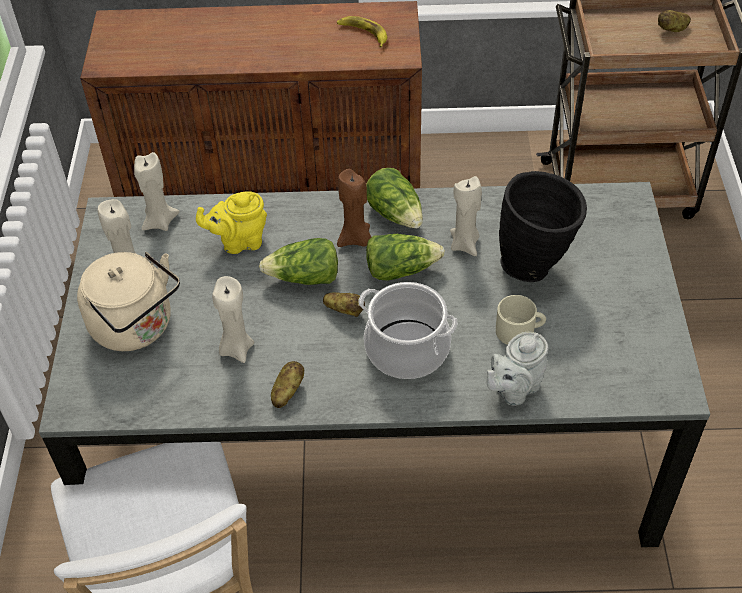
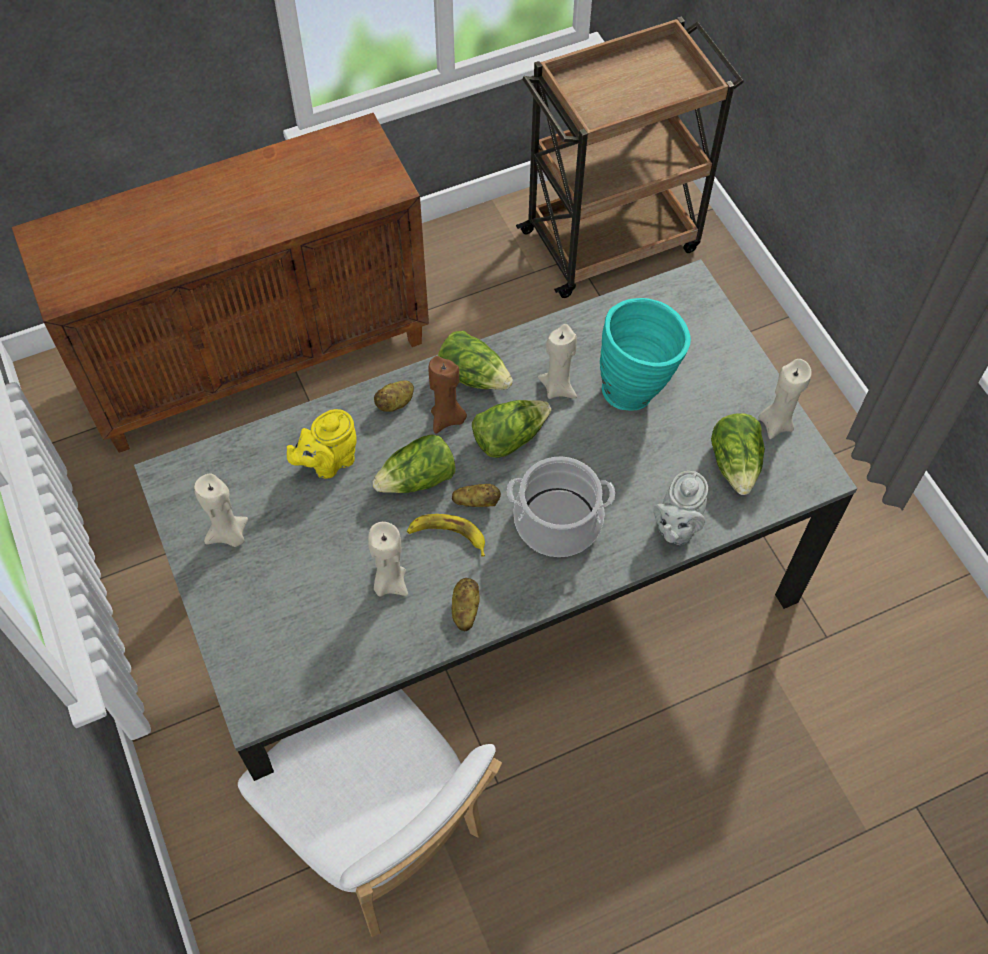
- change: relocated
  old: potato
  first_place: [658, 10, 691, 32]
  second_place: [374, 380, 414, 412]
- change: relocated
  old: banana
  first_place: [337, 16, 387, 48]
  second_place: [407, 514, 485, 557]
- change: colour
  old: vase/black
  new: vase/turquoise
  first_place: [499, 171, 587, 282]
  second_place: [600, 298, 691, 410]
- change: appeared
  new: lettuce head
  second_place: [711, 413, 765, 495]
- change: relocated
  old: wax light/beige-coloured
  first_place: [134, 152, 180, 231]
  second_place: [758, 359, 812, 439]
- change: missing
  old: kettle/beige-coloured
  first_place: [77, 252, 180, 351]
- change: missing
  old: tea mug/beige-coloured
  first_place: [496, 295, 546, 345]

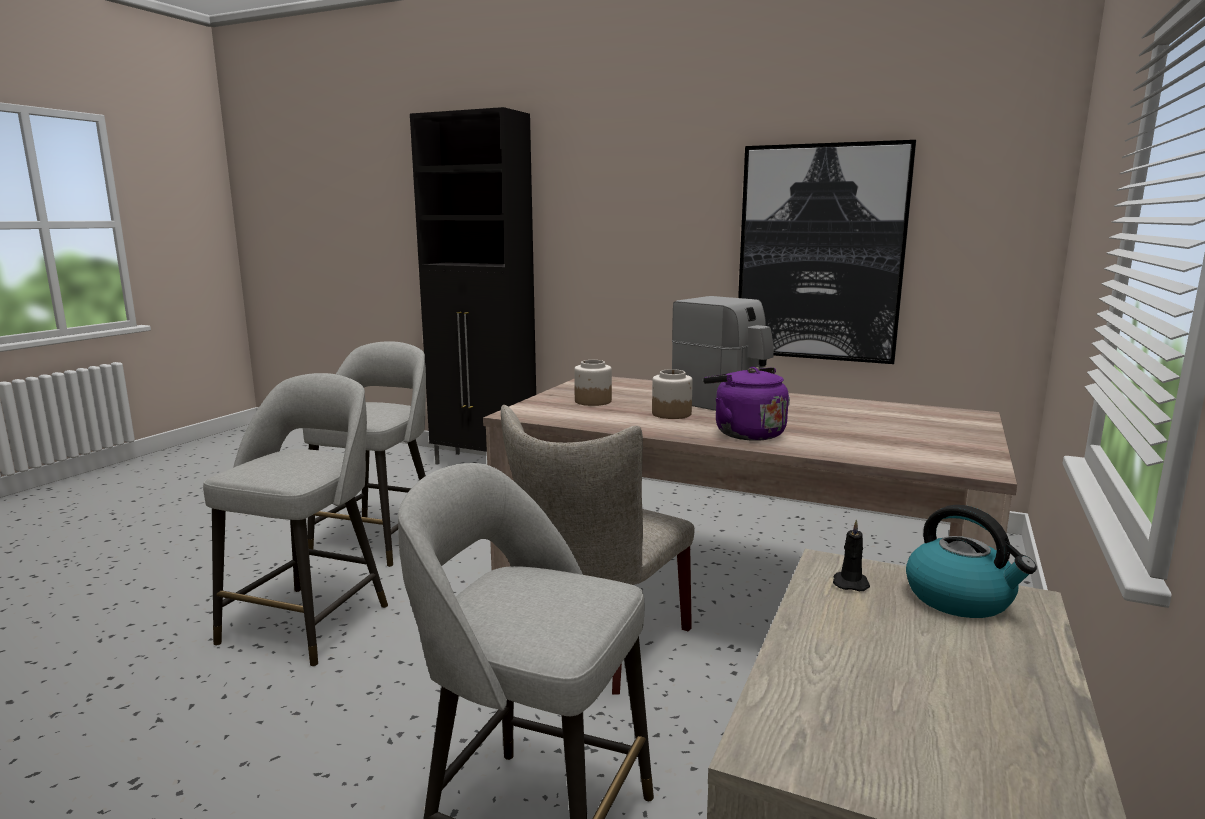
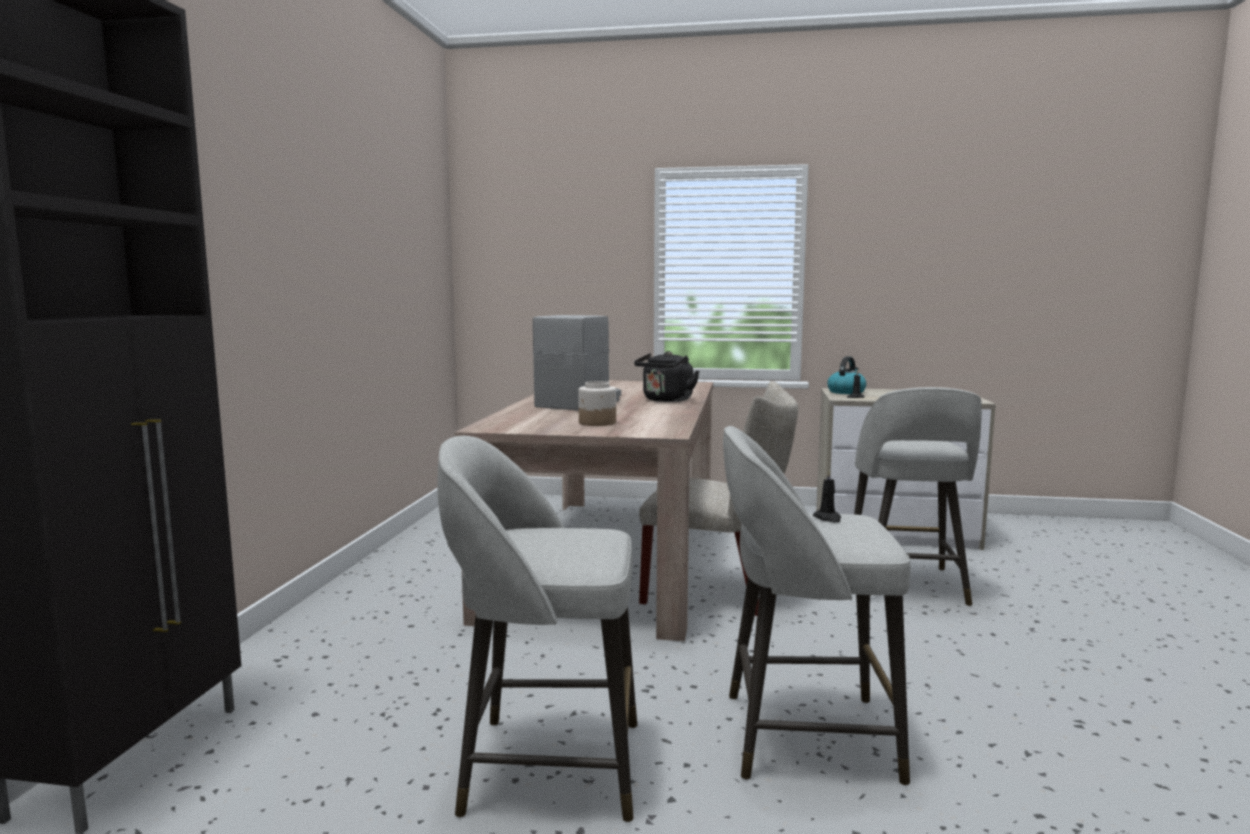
- change: colour
  old: kettle/purplish
  new: kettle/black
  first_place: [703, 367, 789, 441]
  second_place: [634, 351, 700, 402]
- change: appeared
  new: wax light/black
  second_place: [813, 469, 841, 522]
- change: missing
  old: preserve jar
  first_place: [652, 369, 693, 419]
- change: missing
  old: wall picture
  first_place: [738, 140, 916, 364]

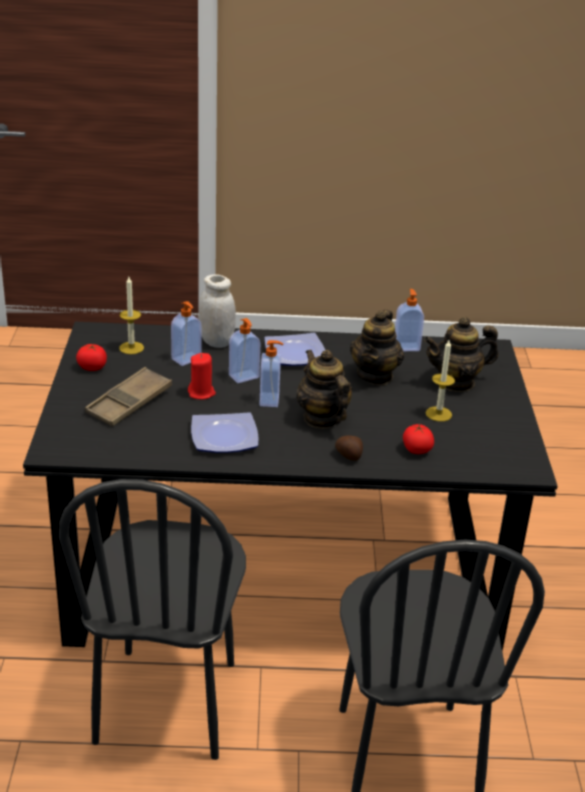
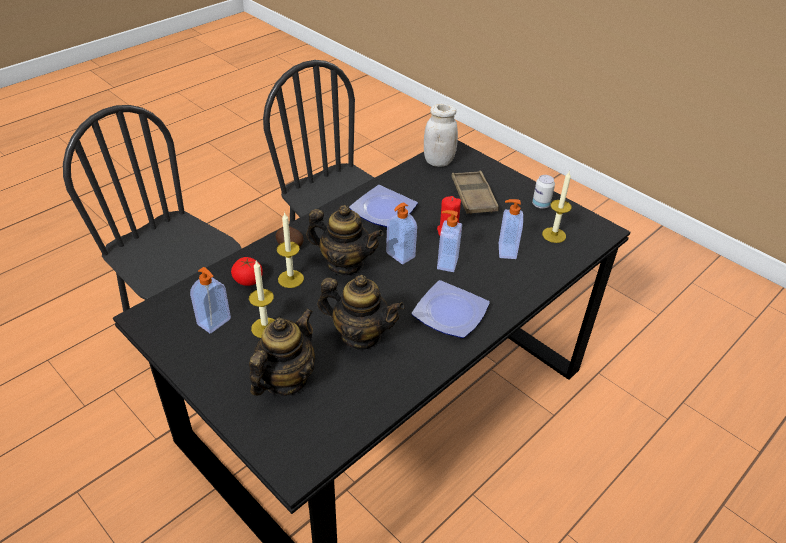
- change: relocated
  old: soap dispenser
  first_place: [395, 289, 424, 351]
  second_place: [190, 267, 231, 333]
- change: appeared
  new: wax light
  second_place: [277, 213, 304, 288]
- change: spun
  old: teapot
  first_place: [350, 309, 404, 385]
  second_place: [317, 275, 405, 350]
  degrees: 135
- change: relocated
  old: preserve jar/white-coloured
  first_place: [199, 274, 236, 348]
  second_place: [424, 104, 458, 167]
- change: exchanged
  old: tomato
  new: metal can
  first_place: [76, 344, 107, 371]
  second_place: [532, 175, 555, 209]

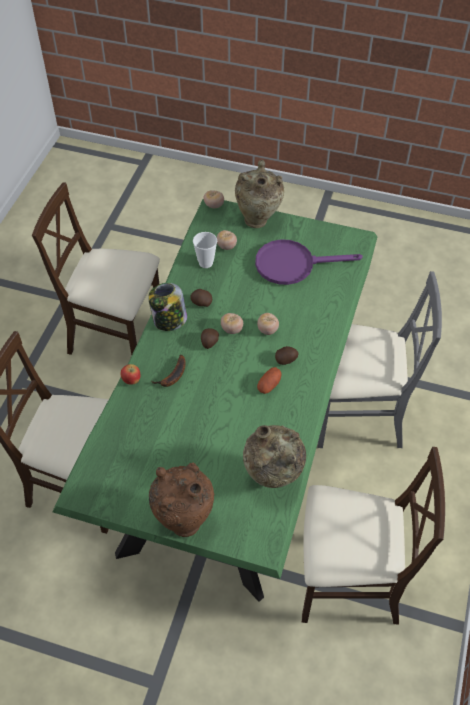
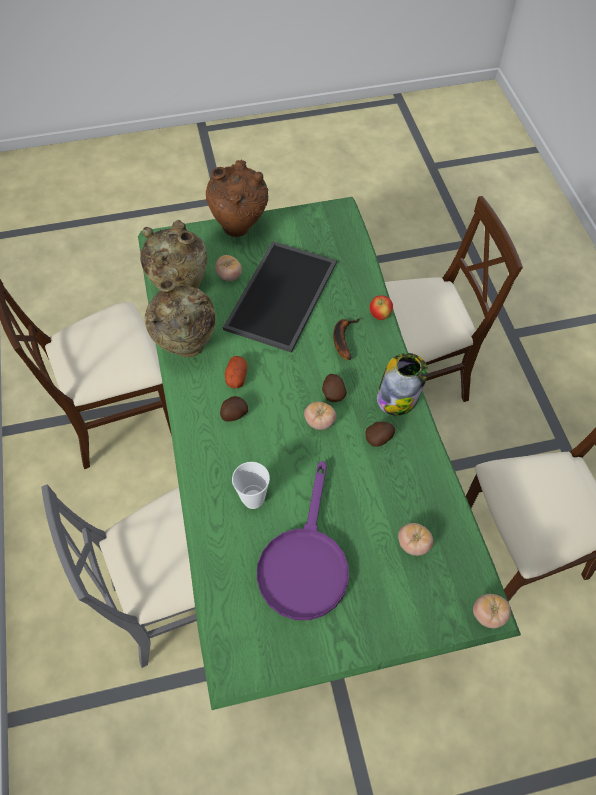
- change: relocated
  old: vase/beige-coloured
  first_place: [235, 160, 284, 228]
  second_place: [145, 279, 216, 357]
- change: relocated
  old: tomato
  first_place: [257, 313, 279, 335]
  second_place: [215, 255, 242, 281]
- change: appeared
  new: serving tray
  second_place: [223, 241, 337, 353]
- change: relocated
  old: drinking cup
  first_place: [193, 232, 217, 268]
  second_place: [232, 462, 270, 509]
- change: spun
  old: skillet/purplish
  first_place: [255, 239, 363, 285]
  second_place: [257, 461, 349, 620]
  degrees: 135

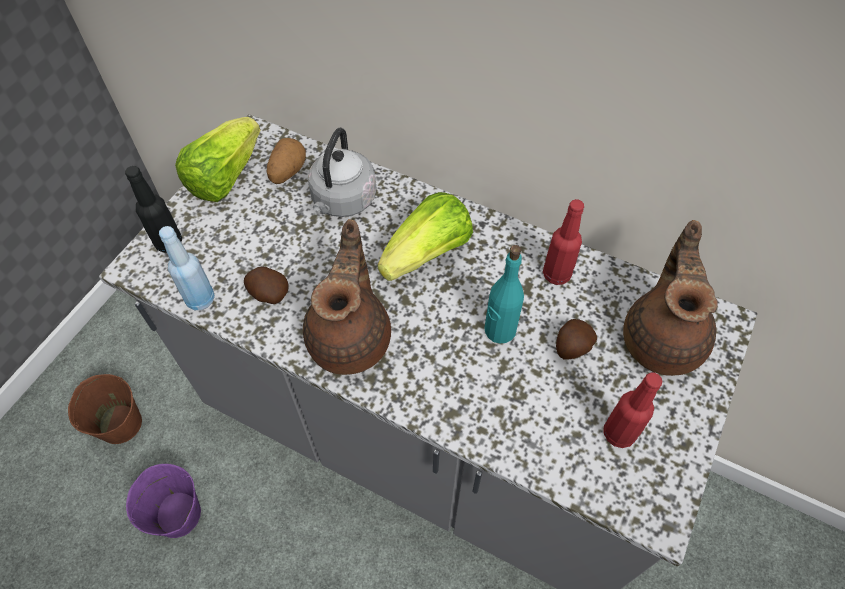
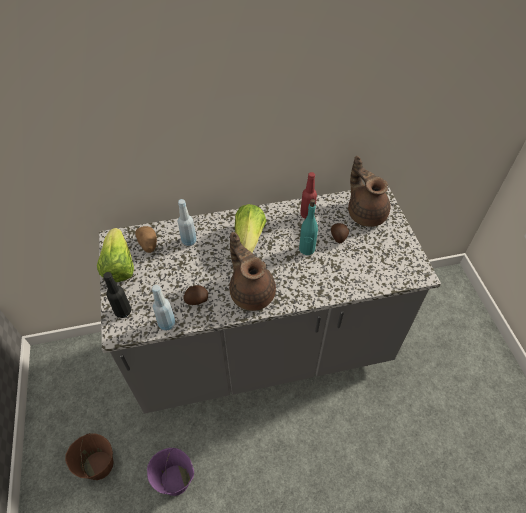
- change: exchanged
  old: kettle/grey
  new: bottle/blue-coloured
  first_place: [308, 128, 377, 217]
  second_place: [178, 199, 196, 246]
- change: missing
  old: bottle/reddish
  first_place: [604, 373, 662, 448]

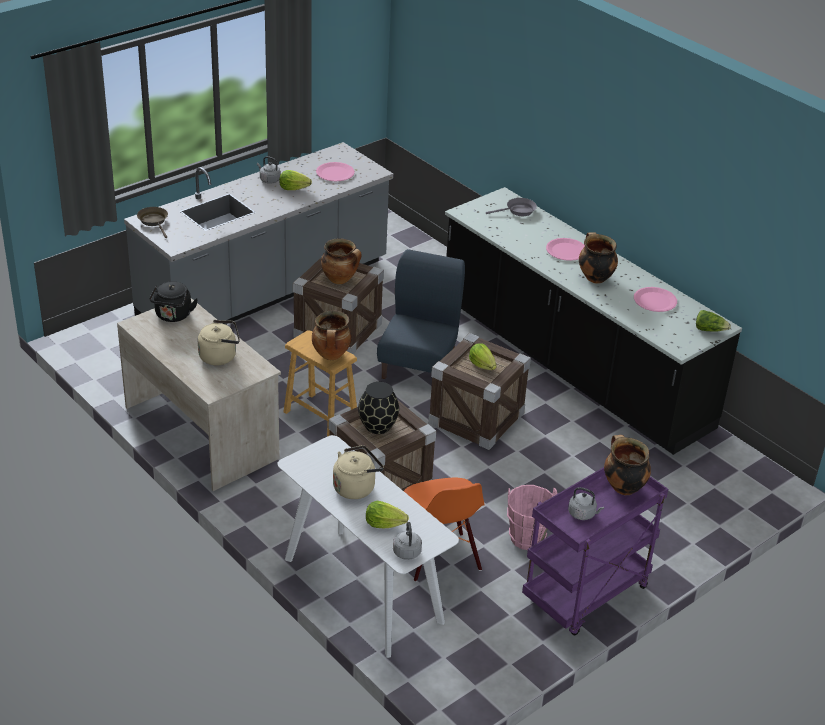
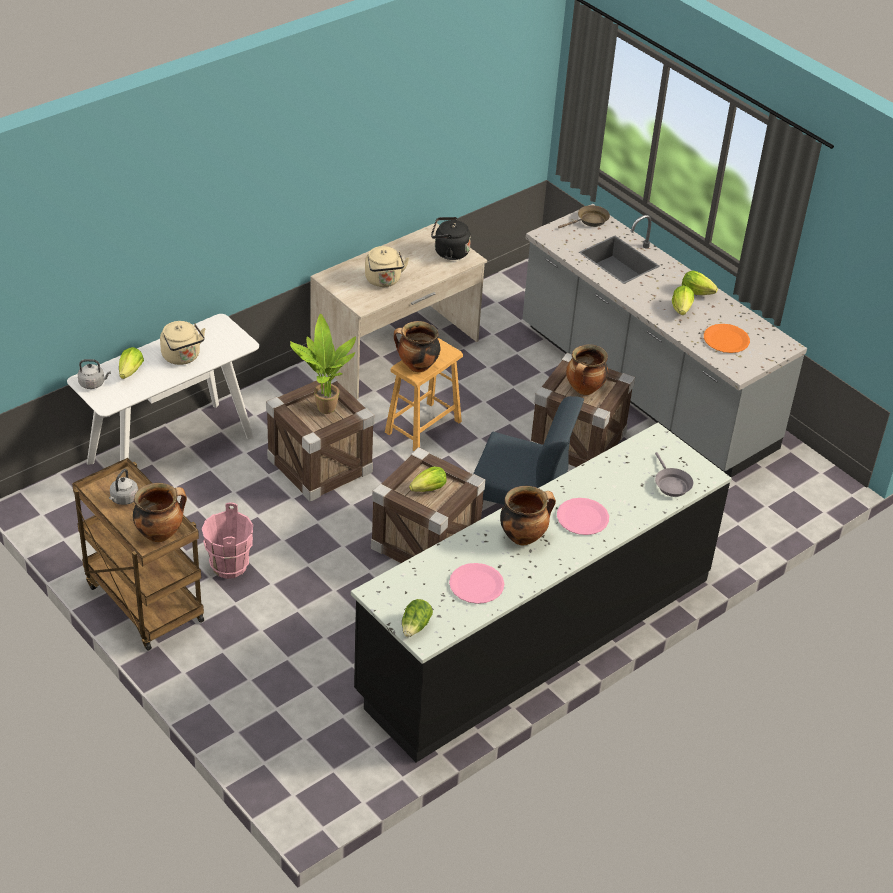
- change: colour
  old: cart/purplish
  new: cart/brownish
  first_place: [522, 467, 668, 636]
  second_place: [72, 458, 204, 651]
- change: exchanged
  old: vase/black
  new: plant in a pot
  first_place: [358, 382, 399, 434]
  second_place: [290, 314, 356, 414]
- change: exchanged
  old: kettle/grey
  new: lettuce head
  first_place: [257, 156, 281, 184]
  second_place: [682, 271, 718, 295]
- change: colour
  old: plate/pink-coloured
  new: plate/orangey
  first_place: [316, 162, 355, 181]
  second_place: [704, 324, 750, 353]
- change: missing
  old: plain chair/orangey
  first_place: [404, 478, 485, 582]

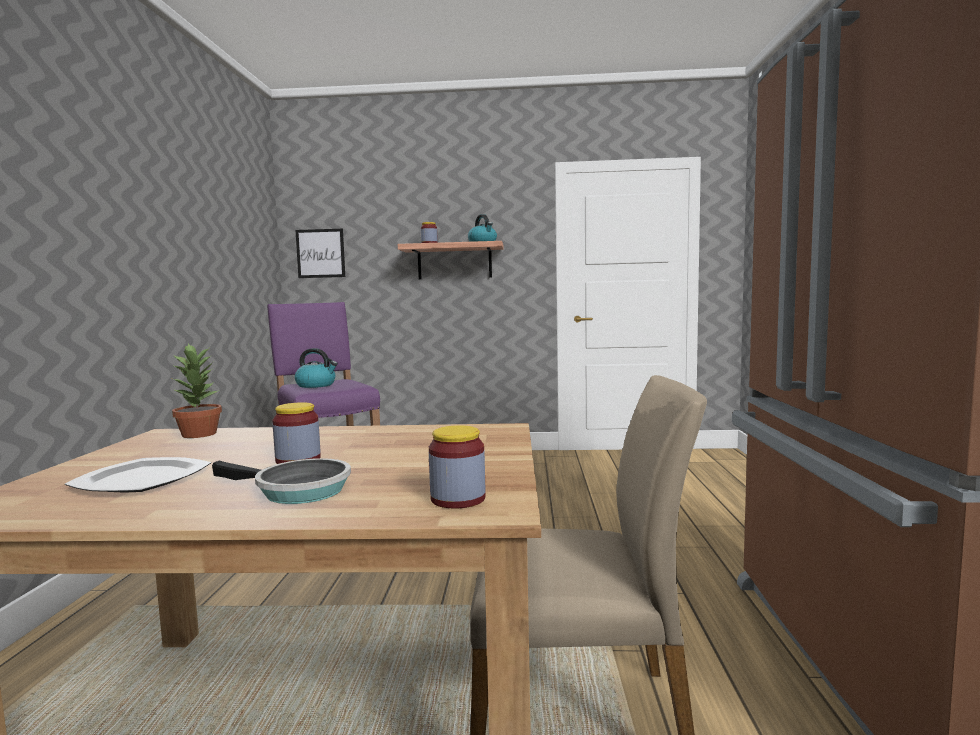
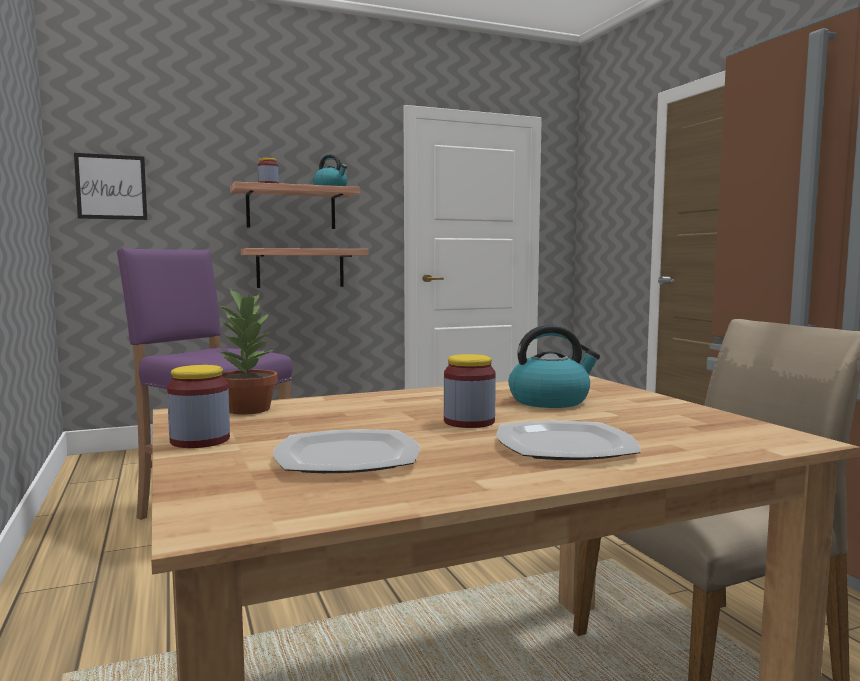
- change: relocated
  old: preserve jar
  first_place: [429, 425, 486, 509]
  second_place: [167, 365, 230, 448]
- change: appeared
  new: bracket shelf
  second_place: [241, 248, 368, 288]
- change: exchanged
  old: skillet
  new: plate
  first_place: [212, 458, 351, 504]
  second_place: [496, 421, 641, 460]
- change: relocated
  old: kettle
  first_place: [295, 348, 338, 388]
  second_place: [509, 325, 600, 408]

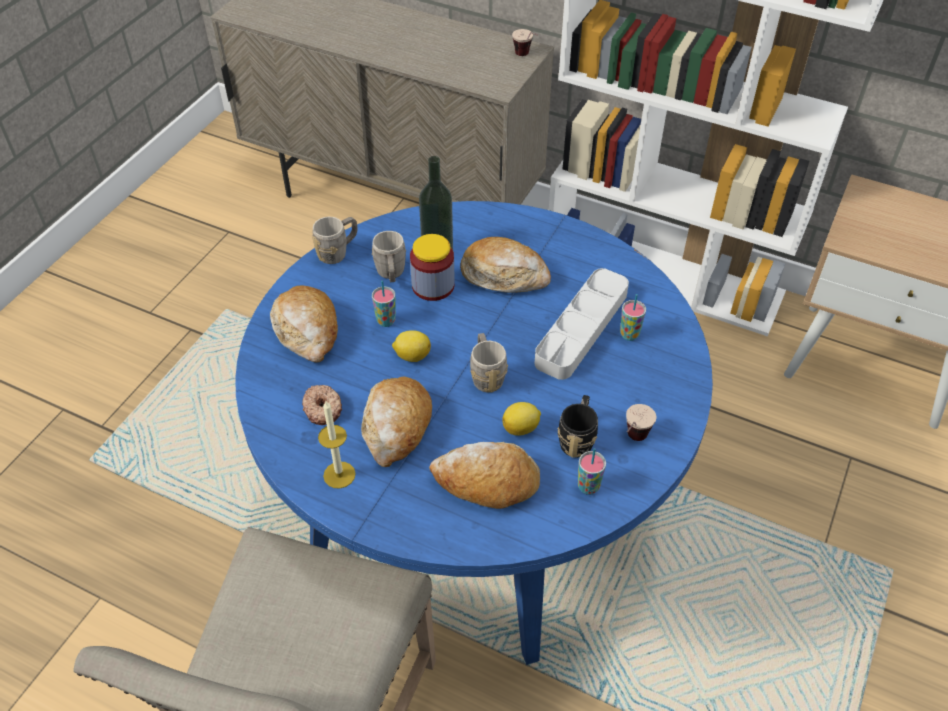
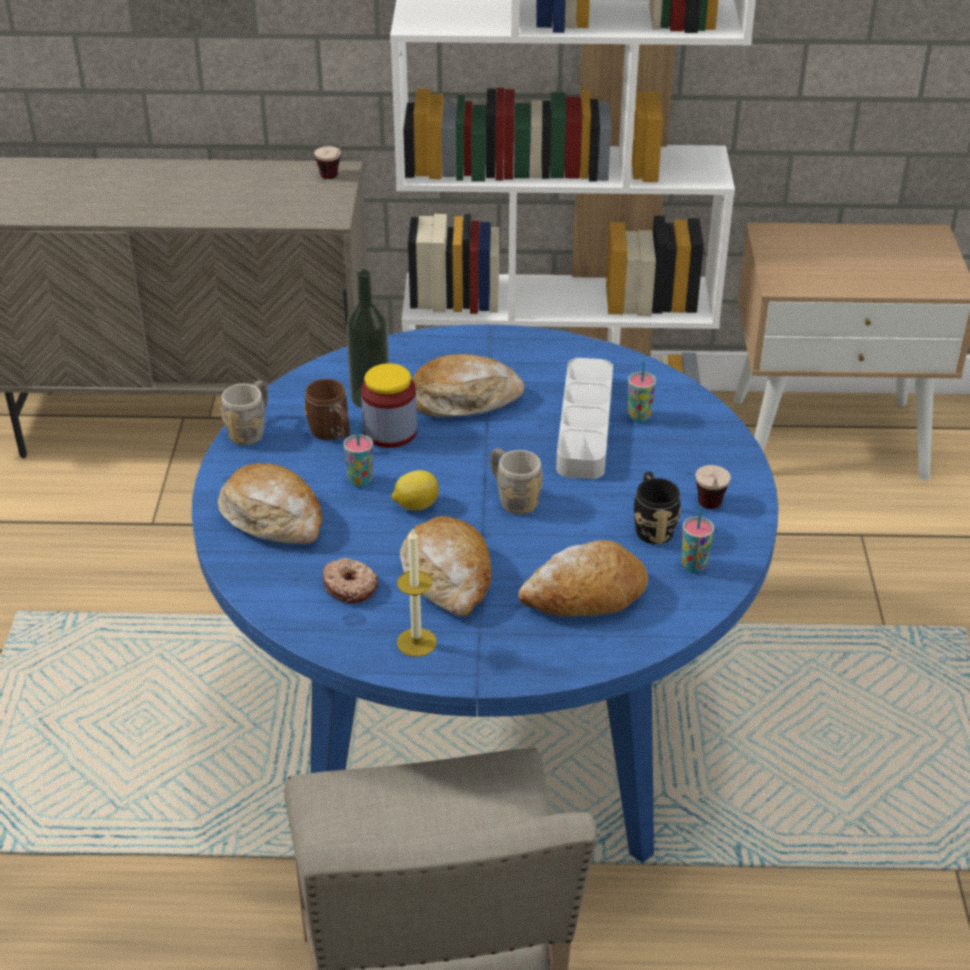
- change: colour
  old: tea mug/grey
  new: tea mug/brownish
  first_place: [372, 231, 406, 282]
  second_place: [304, 379, 350, 440]
- change: missing
  old: lemon
  first_place: [502, 402, 541, 436]

